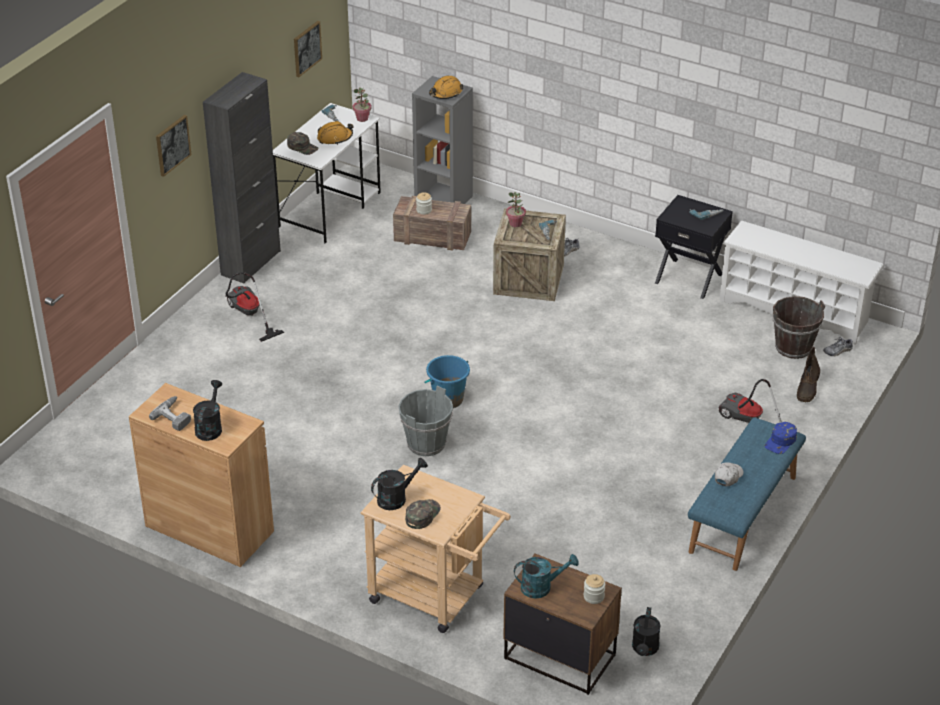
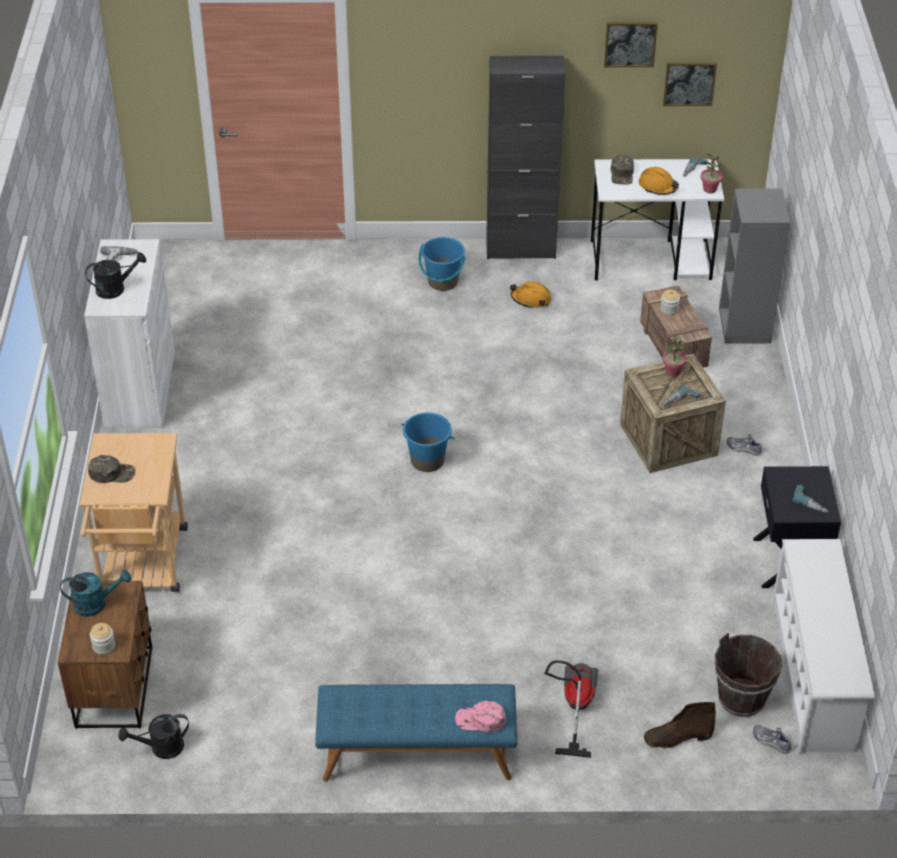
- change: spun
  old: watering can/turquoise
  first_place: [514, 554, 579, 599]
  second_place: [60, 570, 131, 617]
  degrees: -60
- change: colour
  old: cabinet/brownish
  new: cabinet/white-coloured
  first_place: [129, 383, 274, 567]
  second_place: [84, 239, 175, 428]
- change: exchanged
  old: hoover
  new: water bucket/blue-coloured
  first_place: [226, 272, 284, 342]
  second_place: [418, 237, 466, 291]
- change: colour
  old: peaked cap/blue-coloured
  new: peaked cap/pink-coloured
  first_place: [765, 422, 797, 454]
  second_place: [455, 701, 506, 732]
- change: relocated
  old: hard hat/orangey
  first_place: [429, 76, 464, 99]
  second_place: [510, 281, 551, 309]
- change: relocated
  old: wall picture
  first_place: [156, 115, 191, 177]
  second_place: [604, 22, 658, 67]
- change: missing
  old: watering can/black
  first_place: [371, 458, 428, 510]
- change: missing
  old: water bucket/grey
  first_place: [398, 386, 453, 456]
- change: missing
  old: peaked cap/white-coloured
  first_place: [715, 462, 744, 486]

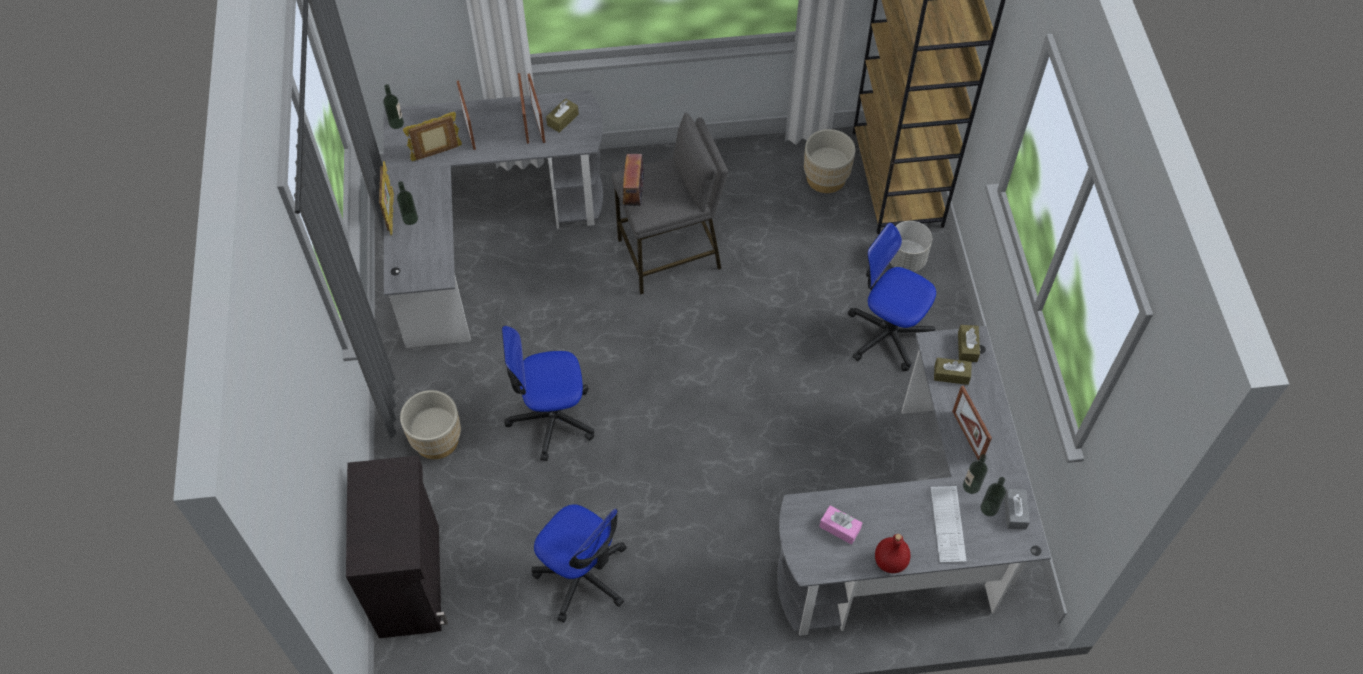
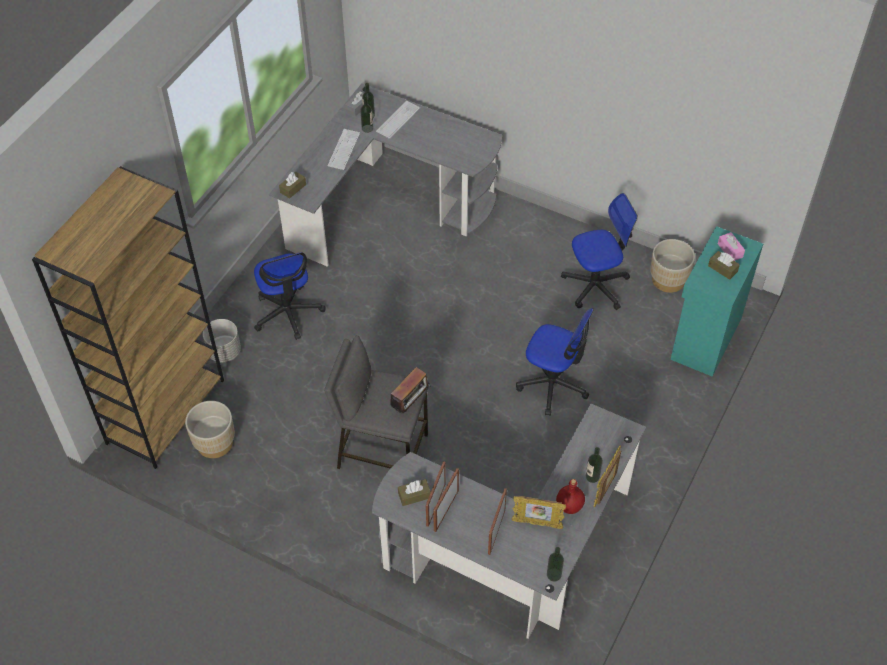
- change: exchanged
  old: picture frame
  new: computer keyboard
  first_place: [952, 385, 992, 460]
  second_place: [327, 129, 360, 170]
- change: relocated
  old: bottle/reddish
  first_place: [875, 534, 911, 573]
  second_place: [556, 479, 585, 514]
- change: spun
  old: computer chair
  first_place: [531, 504, 627, 622]
  second_place: [561, 193, 637, 310]
  degrees: 90
- change: relocated
  old: flower pot/beige-coloured
  first_place: [400, 390, 461, 459]
  second_place: [650, 239, 695, 293]
- change: colour
  old: cabinet/black
  new: cabinet/turquoise
  first_place: [346, 455, 448, 638]
  second_place: [671, 226, 763, 377]
- change: relocated
  old: tissue holder/brownish
  first_place: [934, 358, 972, 385]
  second_place: [708, 251, 740, 280]
- change: relocated
  old: tissue holder/pink-coloured
  first_place: [819, 506, 862, 545]
  second_place: [718, 232, 745, 261]

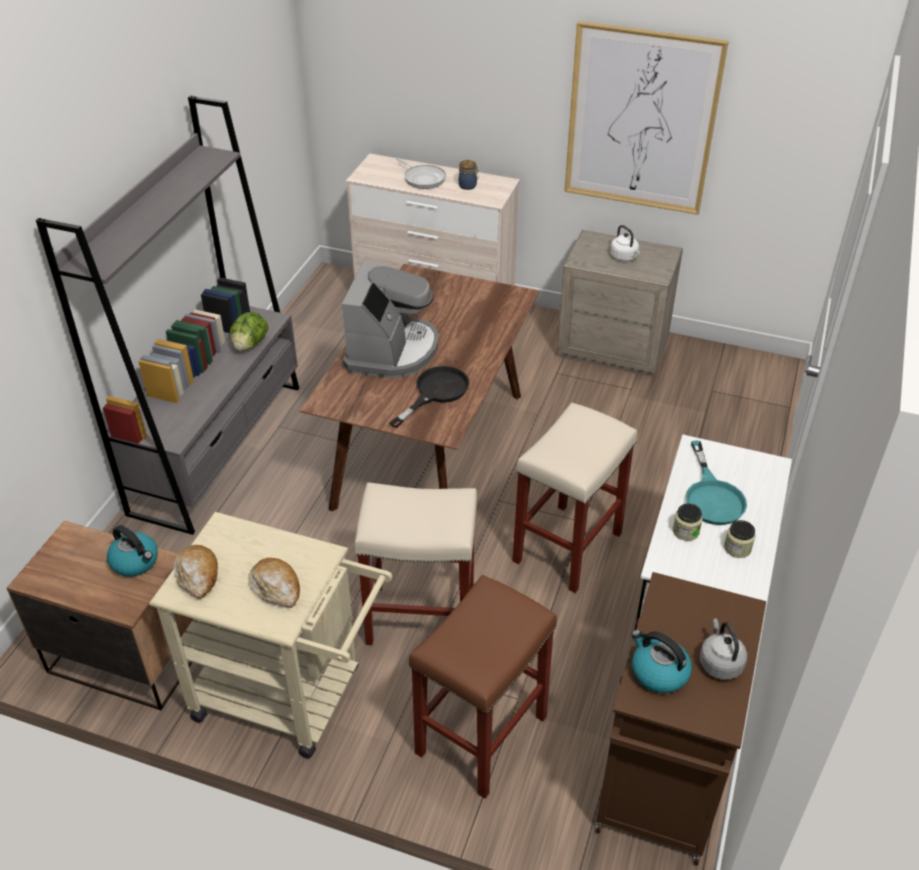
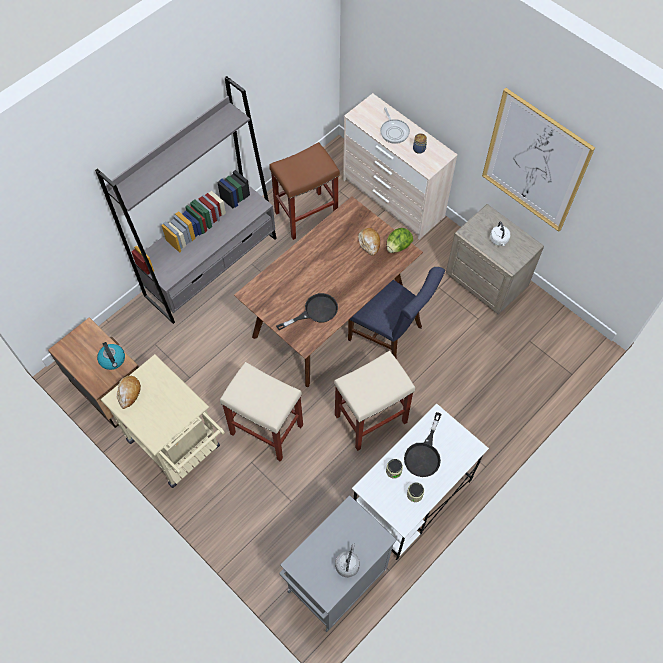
- change: relocated
  old: sitting stool/brownish
  first_place: [409, 575, 557, 799]
  second_place: [269, 142, 340, 240]
- change: colour
  old: cabinet/brownish
  new: cabinet/grey
  first_place: [596, 572, 766, 865]
  second_place: [279, 495, 397, 632]
- change: appeared
  new: plain chair/blue-coloured
  second_place: [348, 267, 445, 358]
- change: relocated
  old: bakery bread
  first_place: [248, 558, 300, 608]
  second_place: [358, 228, 380, 256]
- change: relocated
  old: lettuce head
  first_place: [230, 312, 269, 351]
  second_place: [386, 228, 413, 253]
- change: colour
  old: skillet/turquoise
  new: skillet/black
  first_place: [686, 441, 747, 525]
  second_place: [404, 412, 442, 477]
- change: missing
  old: coffee machine
  first_place: [342, 259, 438, 378]
- change: missing
  old: kettle
  first_place: [631, 630, 692, 694]

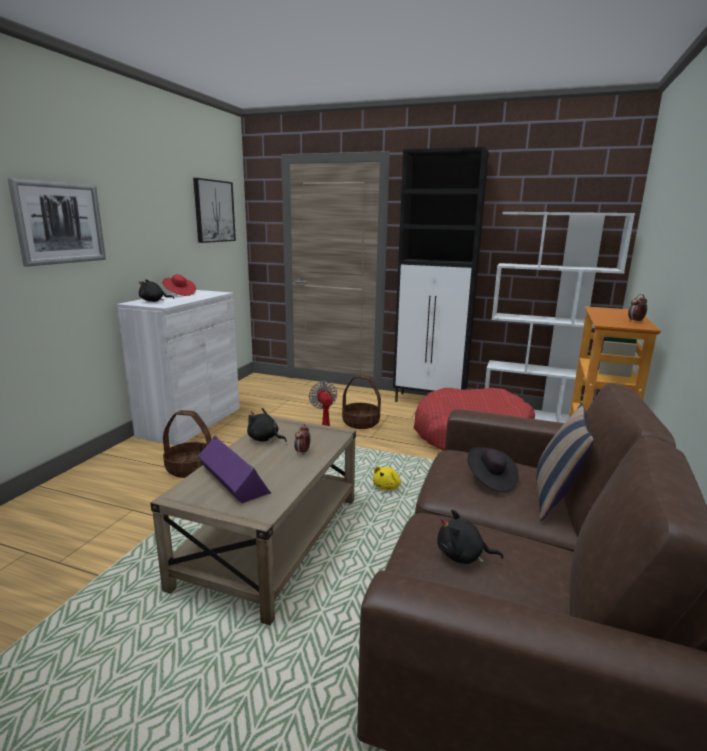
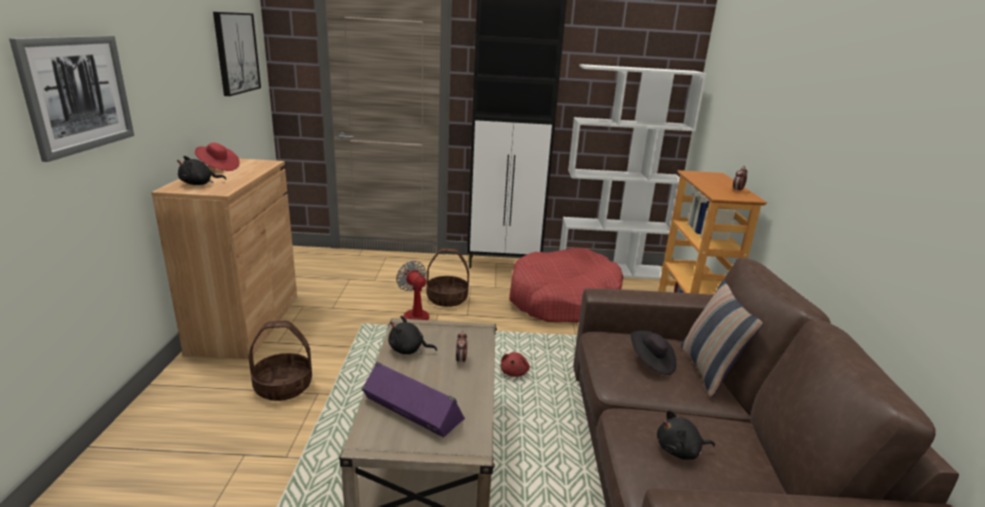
- change: colour
  old: cabinet/white-coloured
  new: cabinet/brownish
  first_place: [117, 290, 240, 445]
  second_place: [151, 158, 297, 359]
- change: colour
  old: soft toy/yellow
  new: soft toy/reddish
  first_place: [373, 466, 401, 490]
  second_place: [501, 352, 530, 377]

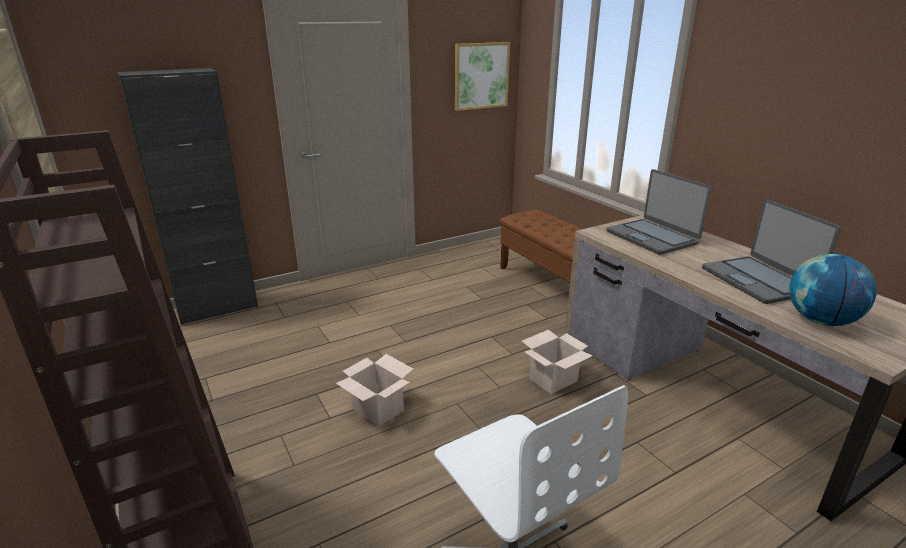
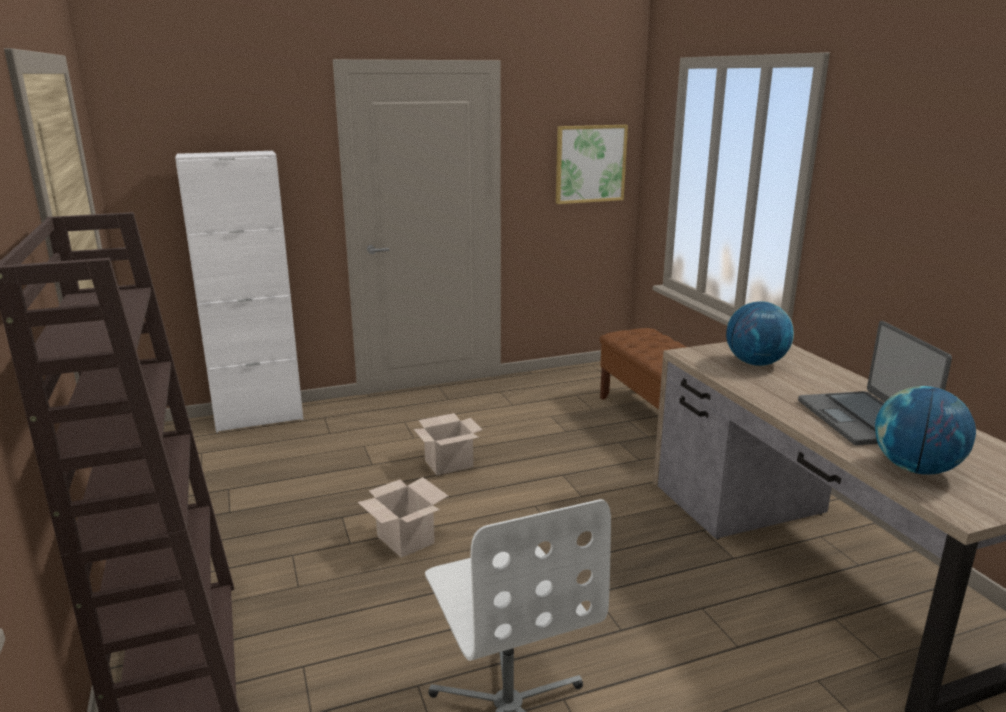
- change: colour
  old: cabinet/black
  new: cabinet/white-coloured
  first_place: [118, 68, 258, 325]
  second_place: [175, 151, 303, 433]
- change: relocated
  old: cardboard box
  first_place: [522, 330, 593, 394]
  second_place: [414, 413, 483, 475]
- change: exchanged
  old: laptop
  new: world globe
  first_place: [607, 169, 712, 255]
  second_place: [726, 301, 794, 366]

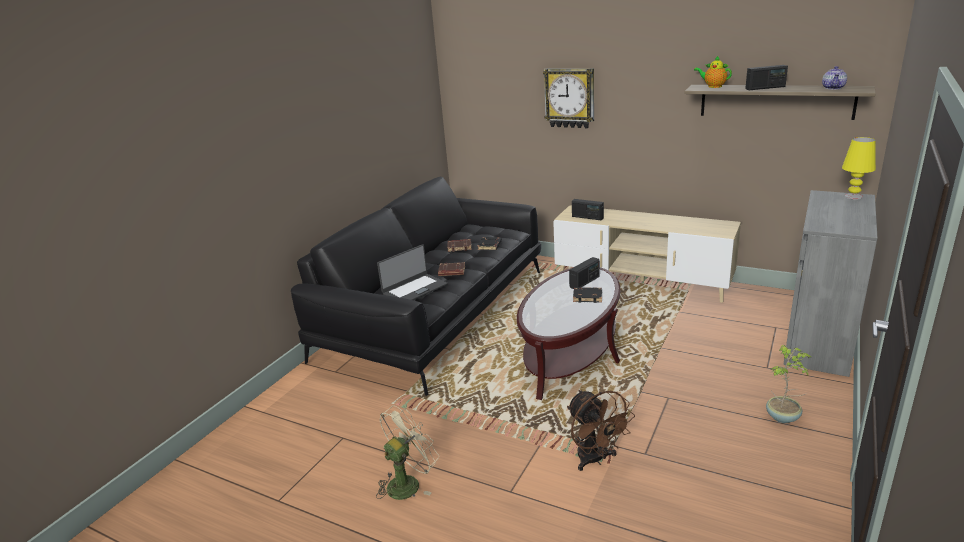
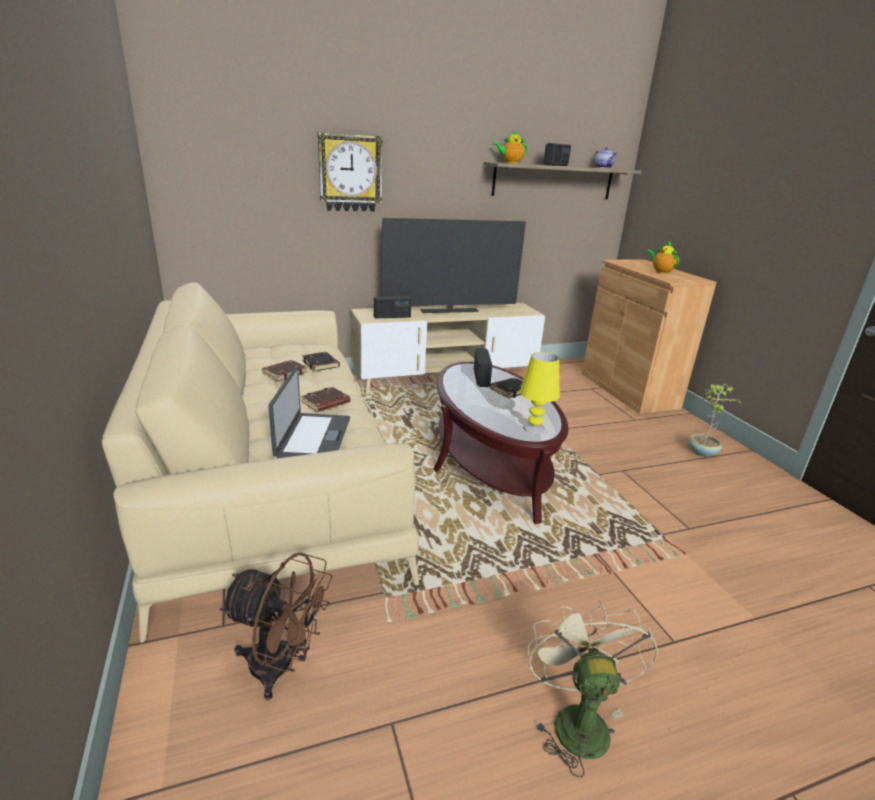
- change: colour
  old: sofa/black
  new: sofa/beige-coloured
  first_place: [291, 177, 541, 396]
  second_place: [102, 282, 419, 643]
- change: relocated
  old: cooling fan/brownish
  first_place: [567, 390, 635, 471]
  second_place: [219, 552, 333, 700]
- change: appeared
  new: television
  second_place: [381, 218, 526, 313]
- change: relocated
  old: tabletop lamp/yellow
  first_place: [842, 137, 876, 200]
  second_place: [520, 352, 560, 434]
- change: colour
  old: cabinet/grey
  new: cabinet/brownish
  first_place: [783, 190, 878, 377]
  second_place: [582, 259, 717, 414]
- change: appeared
  new: teapot
  second_place: [647, 241, 679, 274]

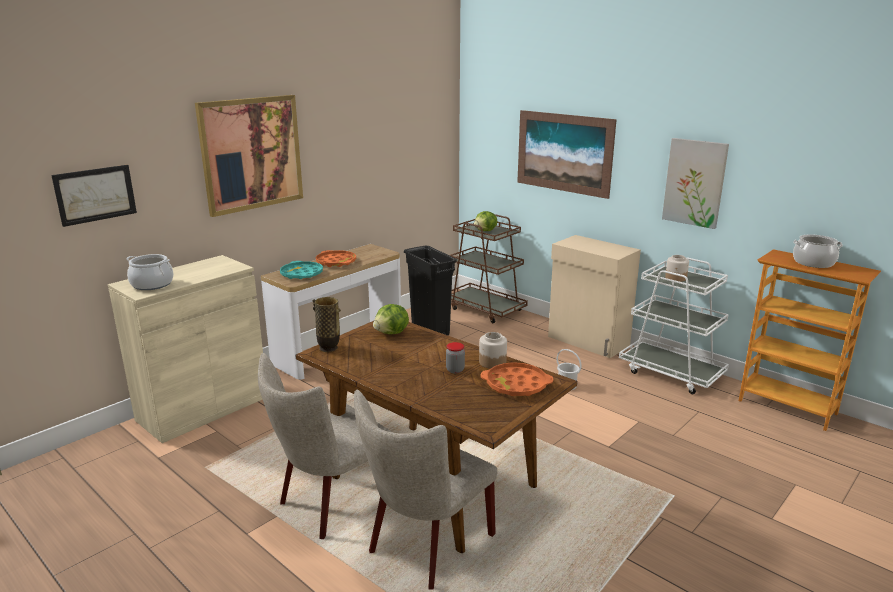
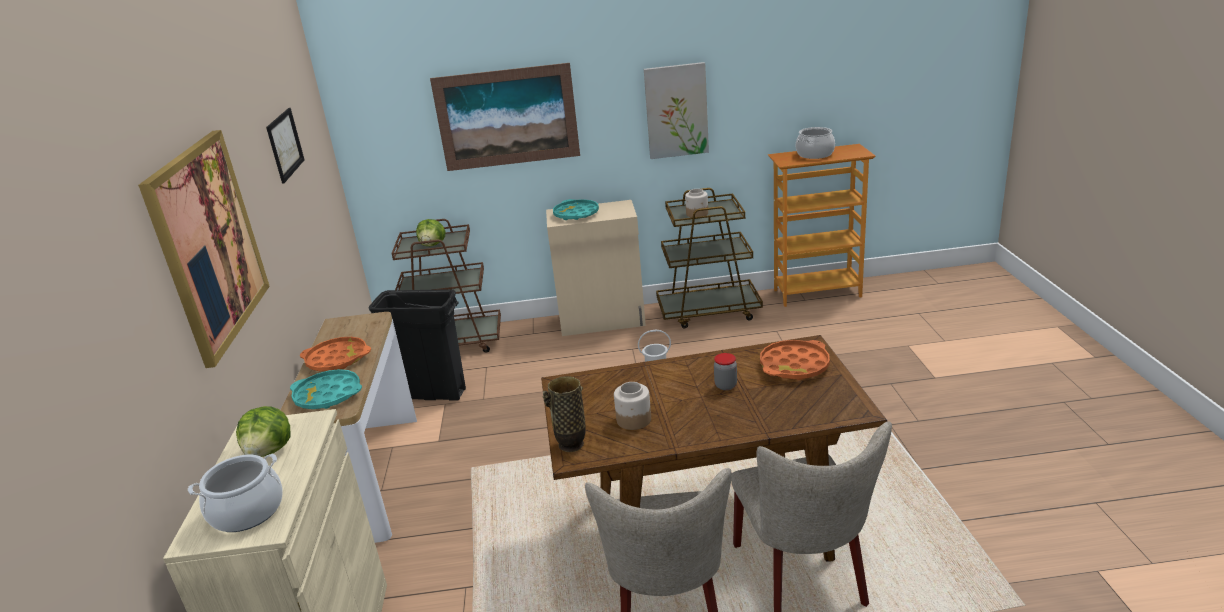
- change: relocated
  old: lettuce head
  first_place: [373, 304, 409, 335]
  second_place: [236, 406, 291, 457]
- change: relocated
  old: wall picture
  first_place: [51, 165, 137, 227]
  second_place: [266, 108, 305, 184]
- change: appeared
  new: serving tray/turquoise
  second_place: [553, 199, 599, 220]
- change: relocated
  old: preserve jar
  first_place: [479, 332, 507, 369]
  second_place: [614, 382, 651, 430]
- change: colour
  old: cart/white-coloured
  new: cart/brownish
  first_place: [619, 258, 729, 394]
  second_place: [656, 188, 763, 328]

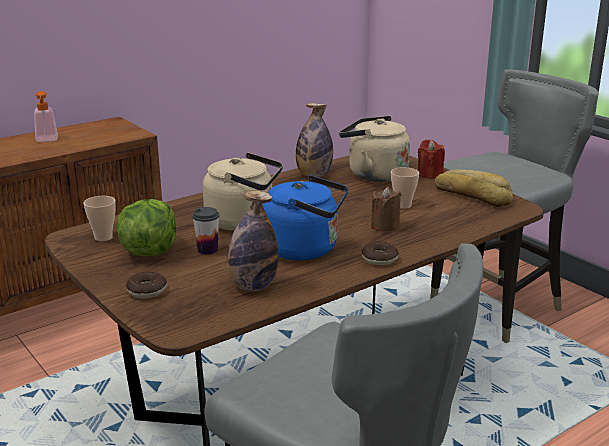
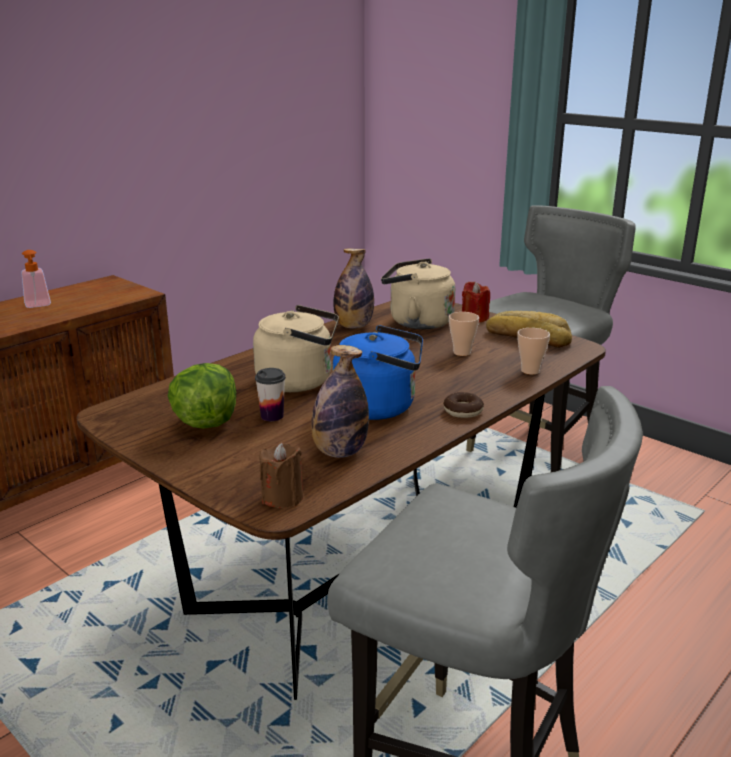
- change: relocated
  old: wax light/brownish
  first_place: [371, 187, 401, 232]
  second_place: [259, 443, 303, 508]
- change: relocated
  old: drinking cup
  first_place: [84, 196, 116, 241]
  second_place: [518, 328, 550, 375]
- change: missing
  old: doughnut
  first_place: [126, 272, 167, 298]

